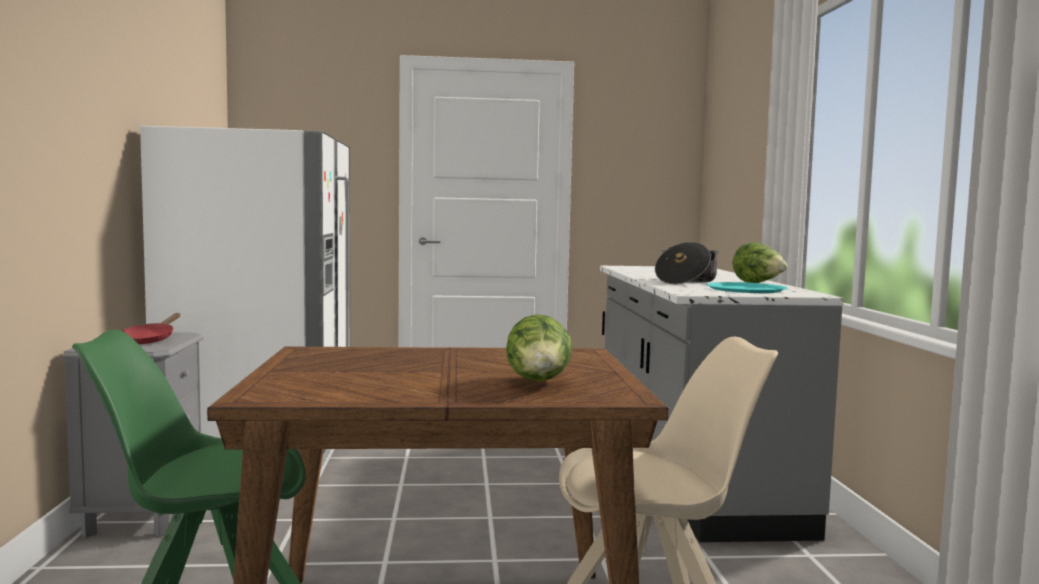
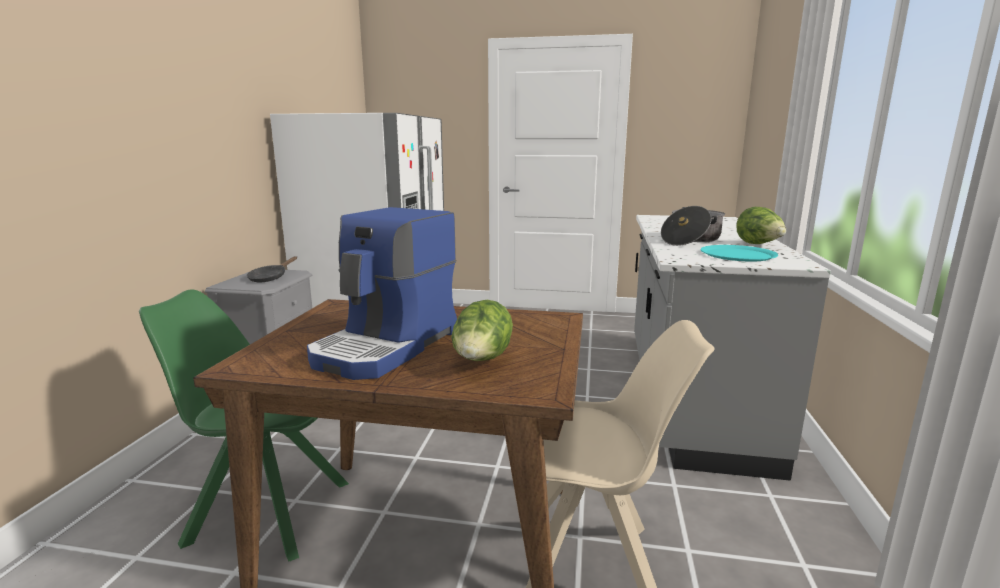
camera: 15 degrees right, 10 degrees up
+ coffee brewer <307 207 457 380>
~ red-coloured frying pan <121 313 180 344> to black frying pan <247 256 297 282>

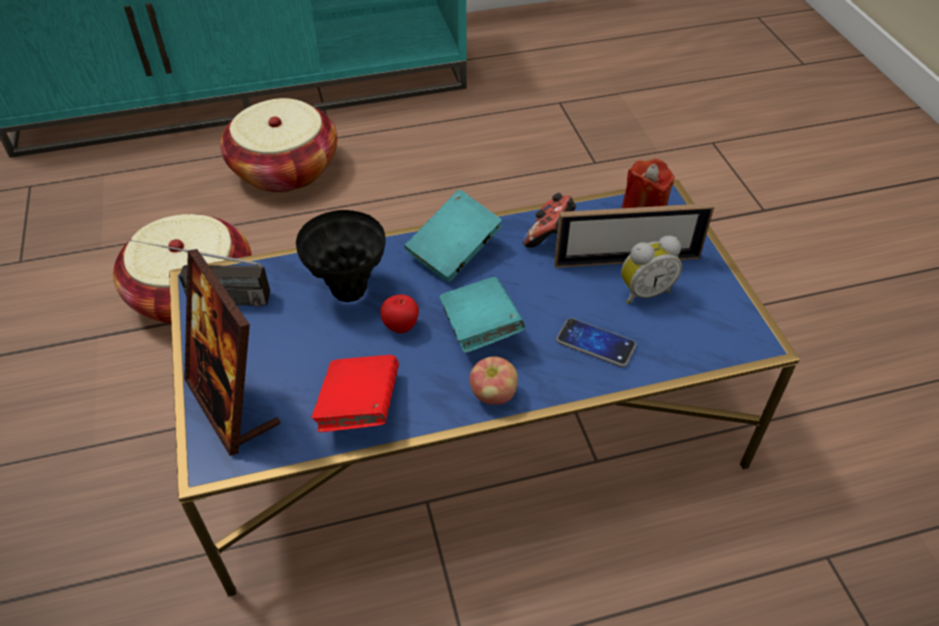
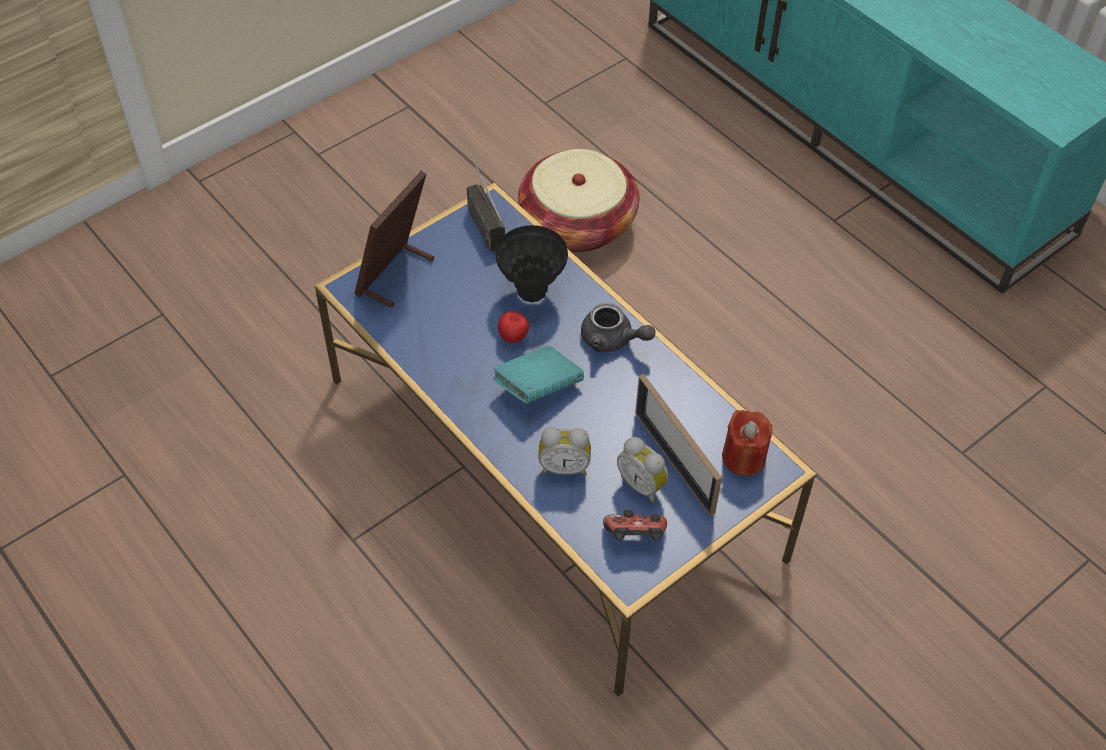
camera: 65 degrees right, 5 degrees up
- basket <220 98 337 193>
- red-coloured book <312 355 399 432>
- apple <469 356 518 405>
~ gamepad <523 193 576 248> to <603 510 667 541>
~ blue-green book <404 190 502 282> to greyish teapot <581 303 655 352>
~ handset <556 318 636 367> to table clock <538 427 591 475>

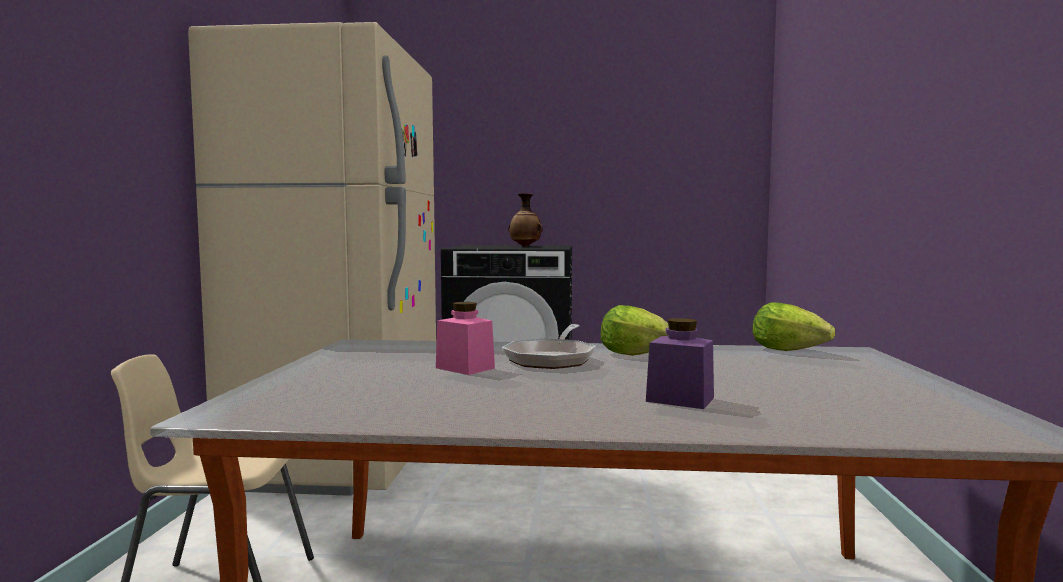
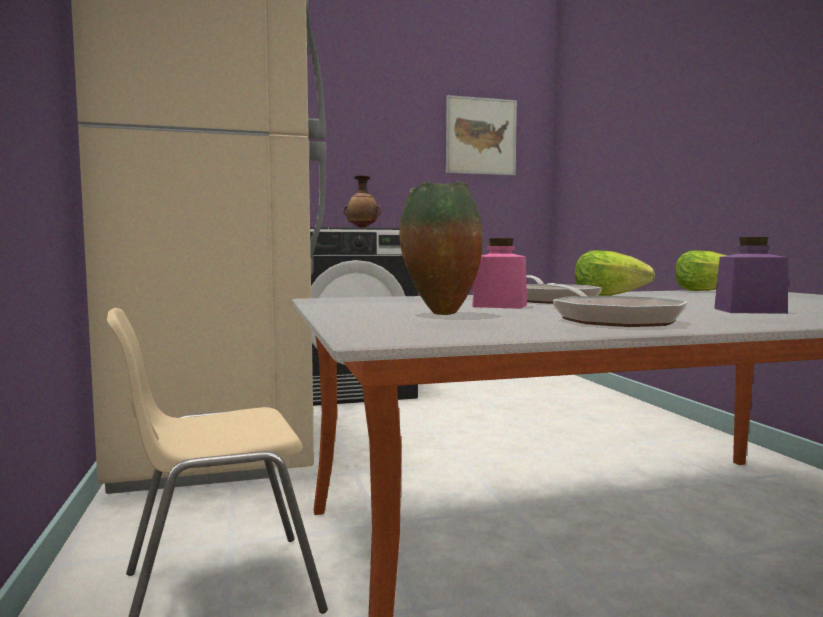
camera: 20 degrees left, 0 degrees up
+ flower vase <399 182 483 315>
+ wall art <446 95 517 175>
+ frying pan <546 283 687 327>

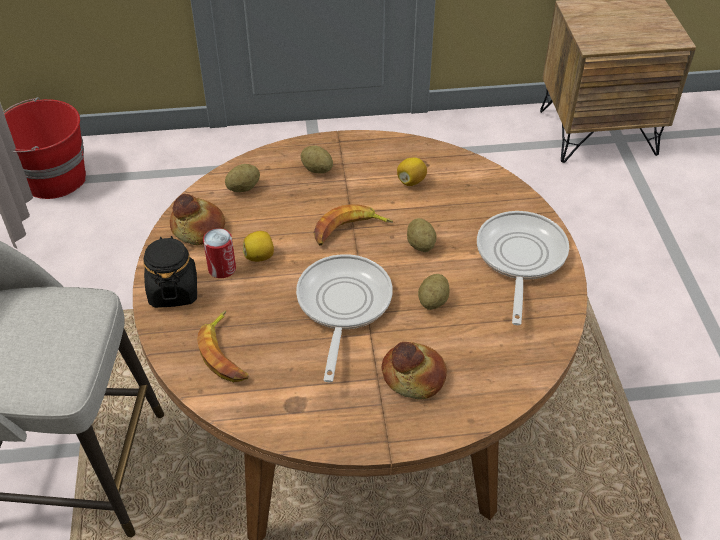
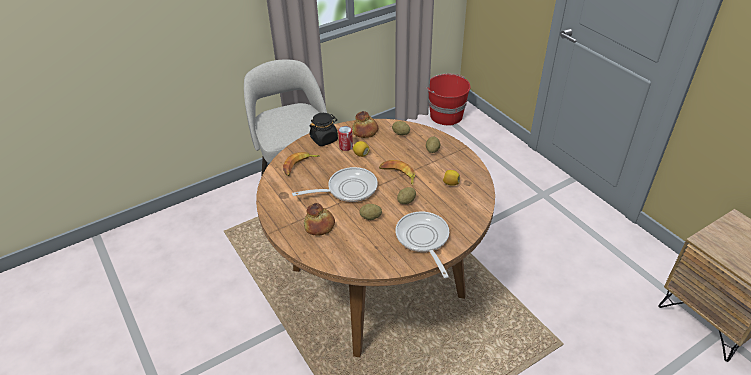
camera: 65 degrees right, 5 degrees down
~ frying pan <477 211 569 325> = <396 212 449 278> 90 degrees counterclockwise

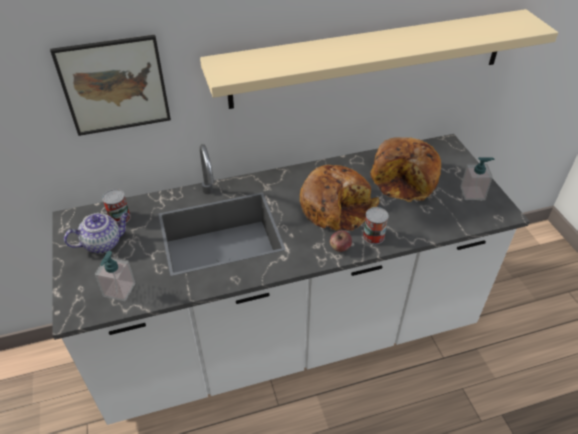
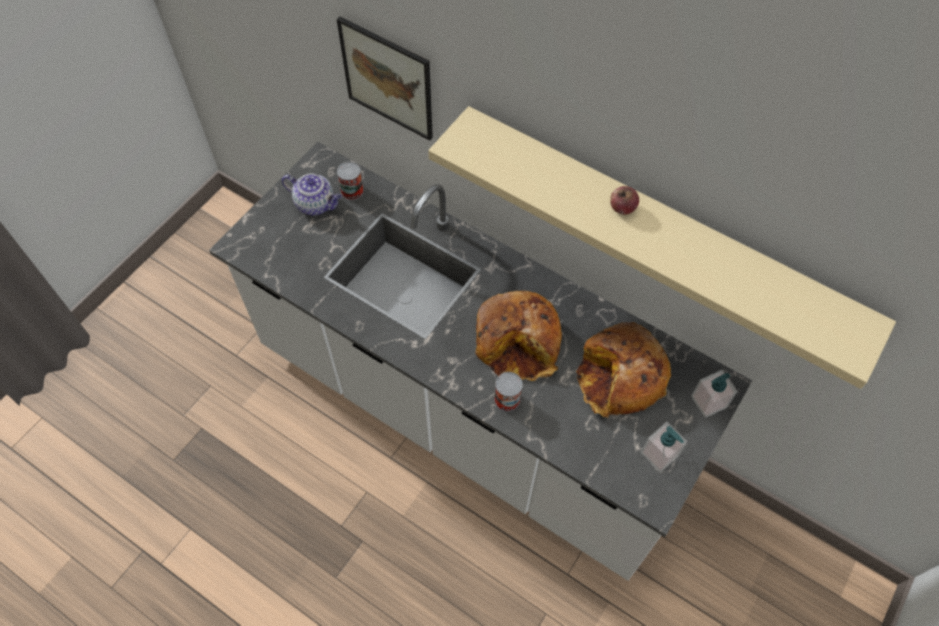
camera: 50 degrees right, 15 degrees up
~ liquid soap bottle <95 251 135 301> to <691 370 738 418>
~ apple <330 231 352 252> to <610 186 639 215>

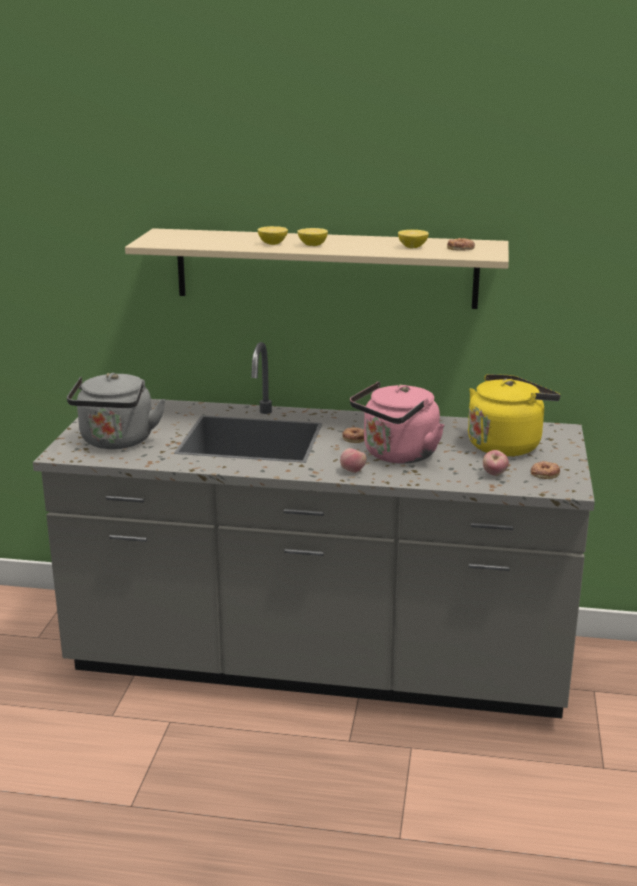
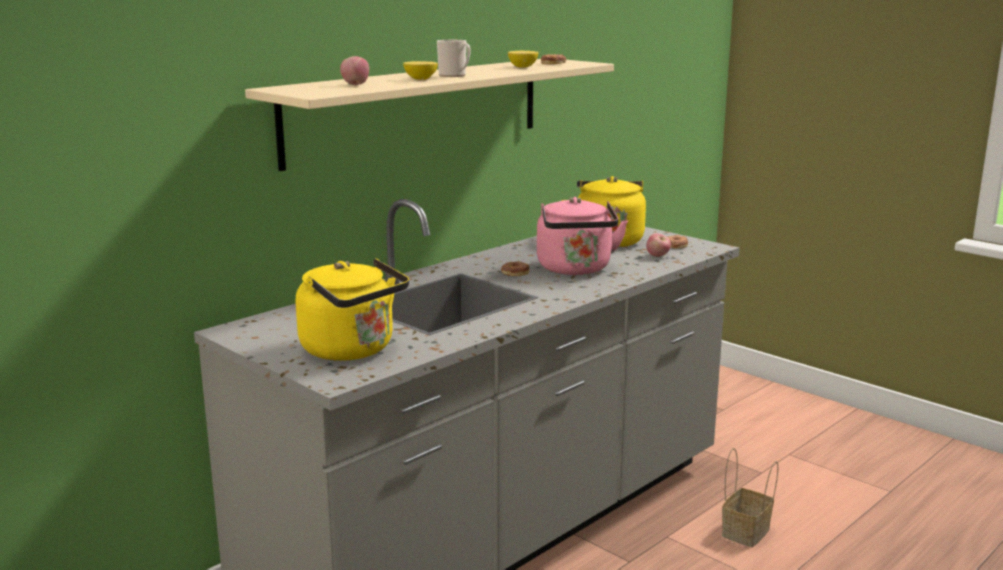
camera: 55 degrees left, 5 degrees down
+ basket <722 448 778 547>
~ apple <340 448 367 473> to <340 56 369 85>
~ lemon <297 228 328 246> to tea mug <437 40 471 77>
~ greyish tea kettle <67 373 166 449> to yellow-coloured tea kettle <296 258 409 361>

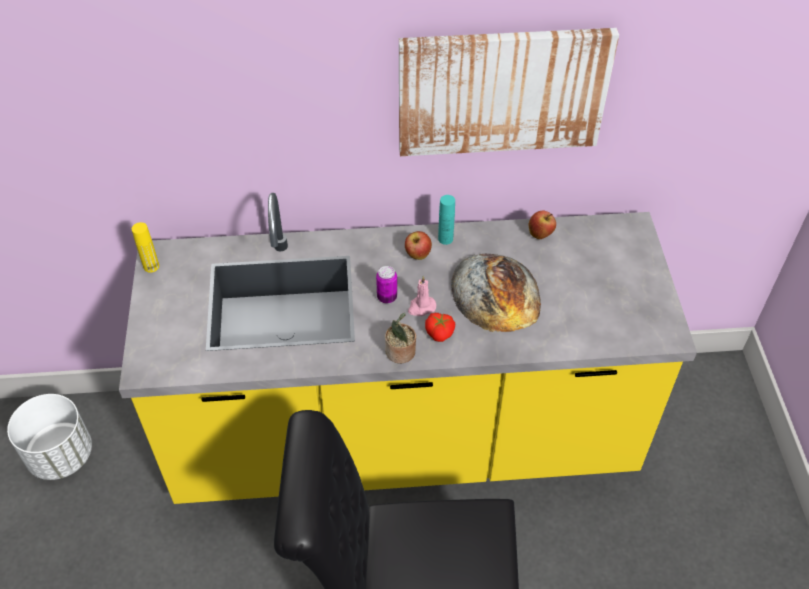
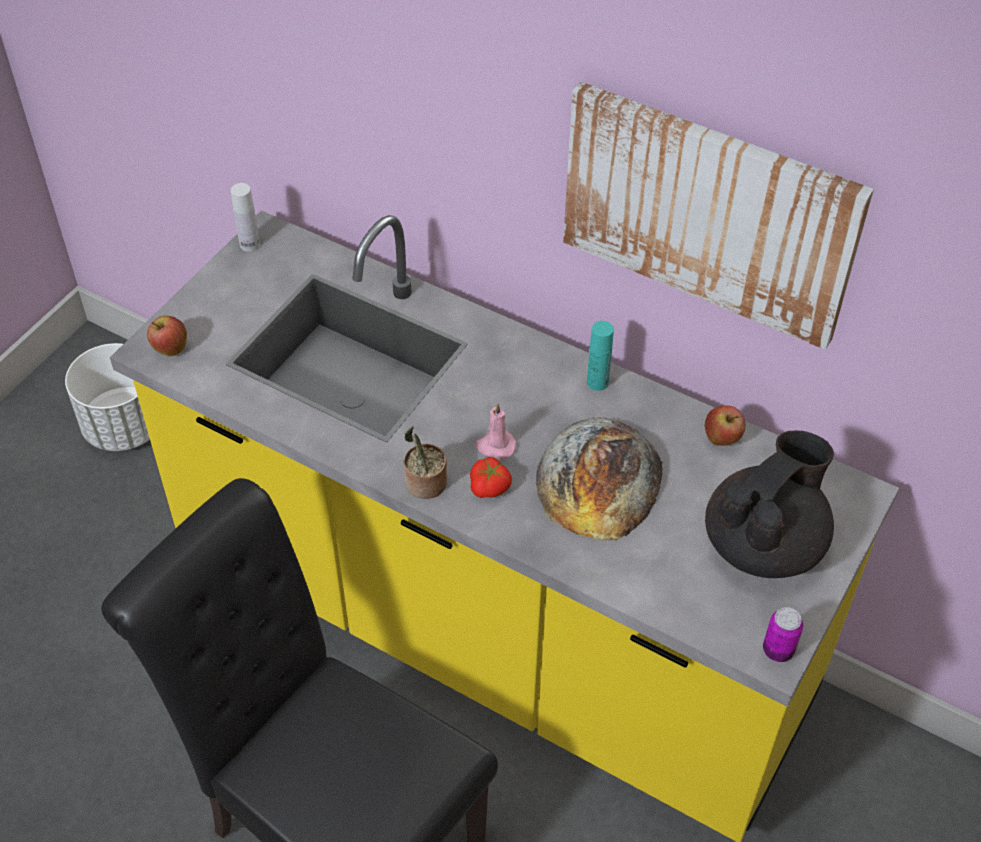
camera: 35 degrees right, 0 degrees up
+ black teapot <705 431 834 578>
~ can <376 266 397 303> to <763 607 803 662>
~ apple <405 231 432 260> to <147 316 187 356>
~ yellow-coloured beverage bottle <132 222 159 273> to white beverage bottle <231 183 260 252>

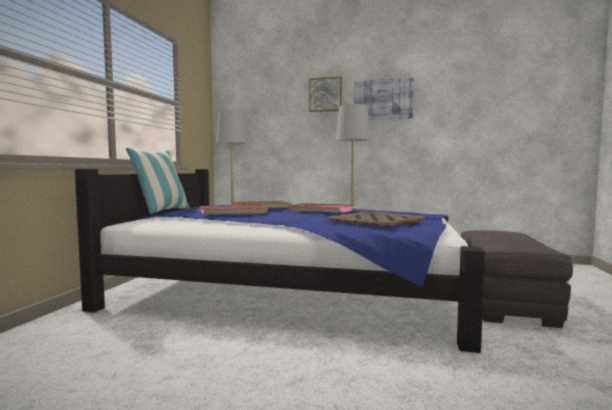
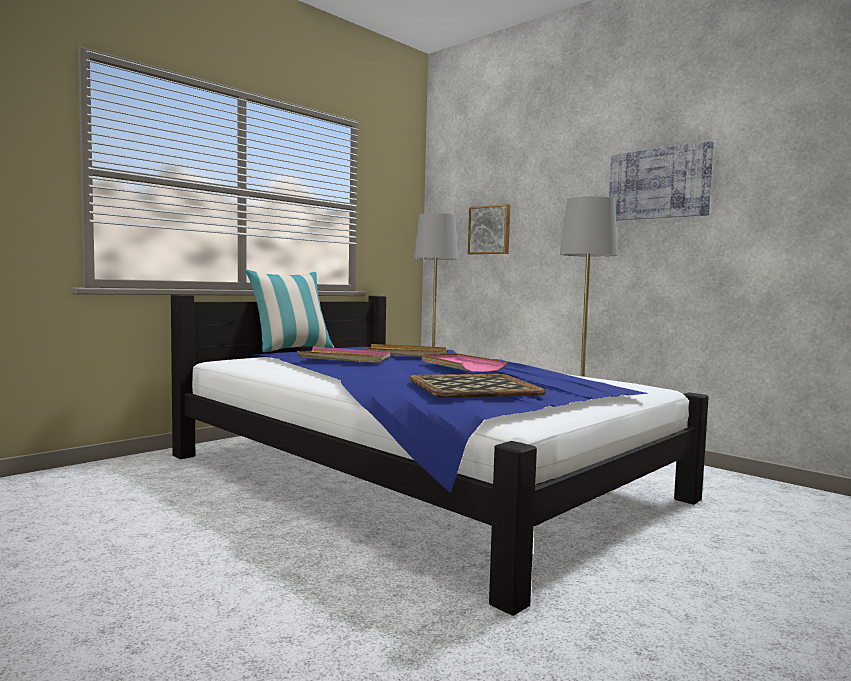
camera: 30 degrees right, 0 degrees up
- greyish footrest <461 230 573 328>
~ wall art <309 77 342 112> to <468 204 510 254>

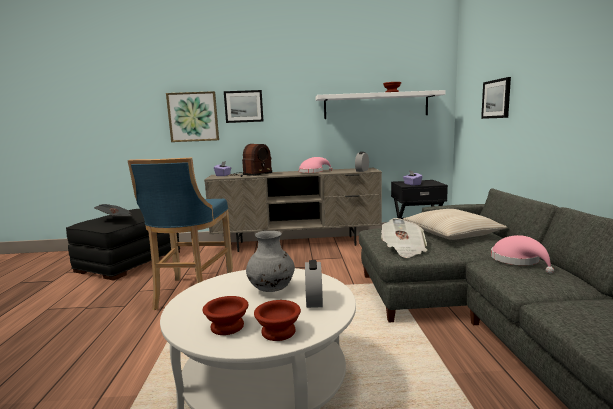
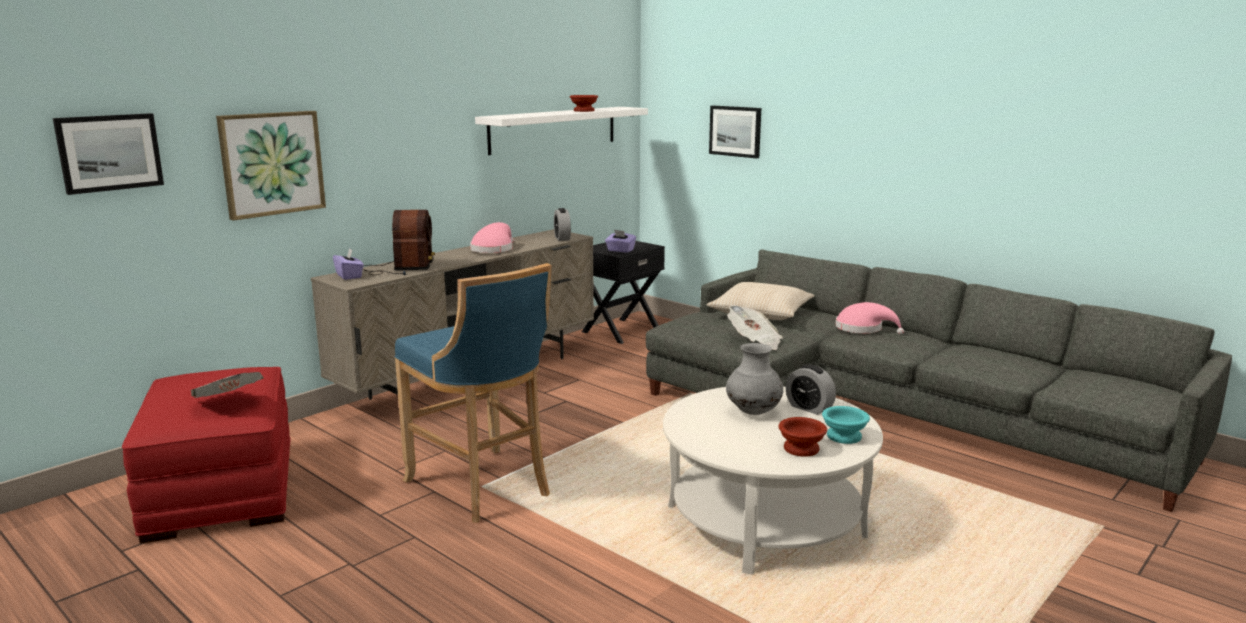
camera: 45 degrees left, 5 degrees up
~ wall art <224 90 264 123> to <53 113 164 195>
~ black footrest <66 209 180 281> to red-coloured footrest <122 367 291 544>
~ brownish bowl <254 300 301 341> to blue-green bowl <822 406 870 444>

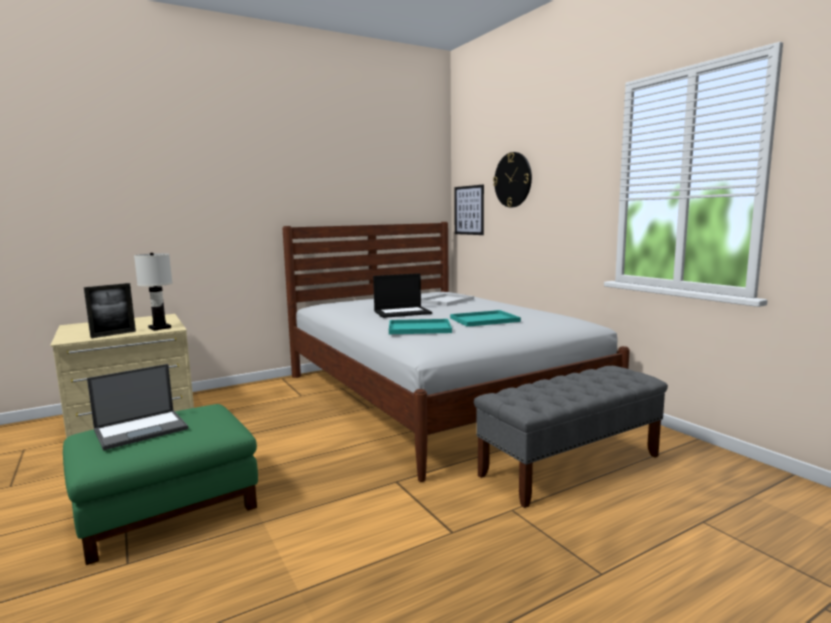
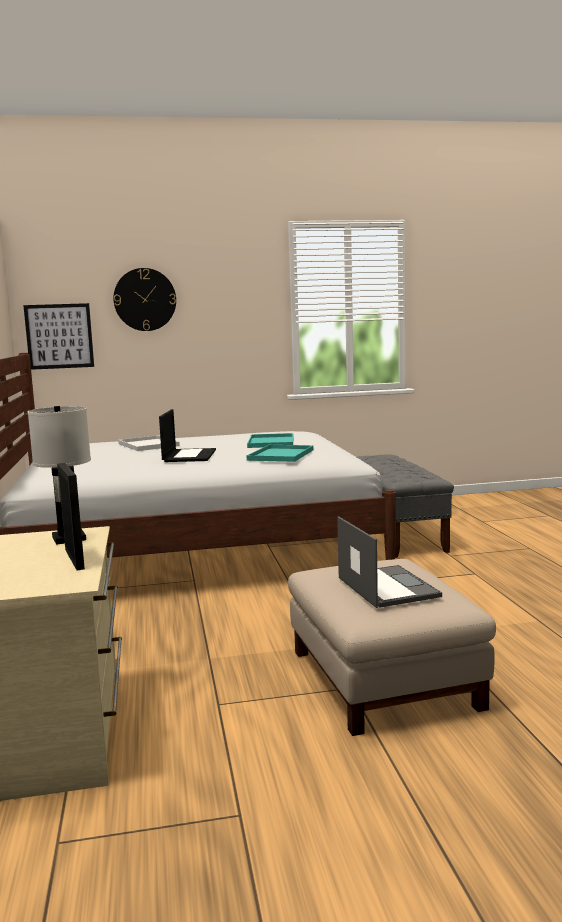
camera: 70 degrees left, 0 degrees up
~ green-coloured footrest <63 404 258 565> to beige-coloured footrest <288 559 496 736>

